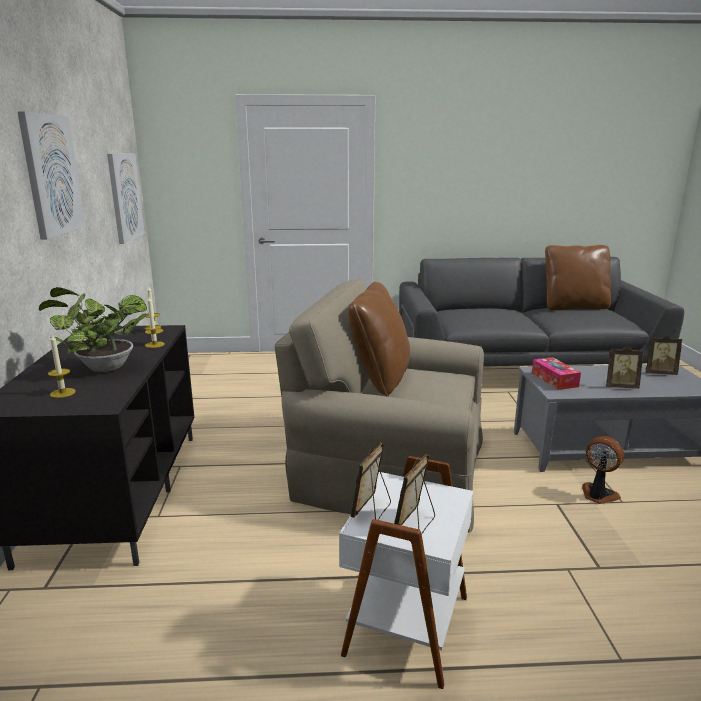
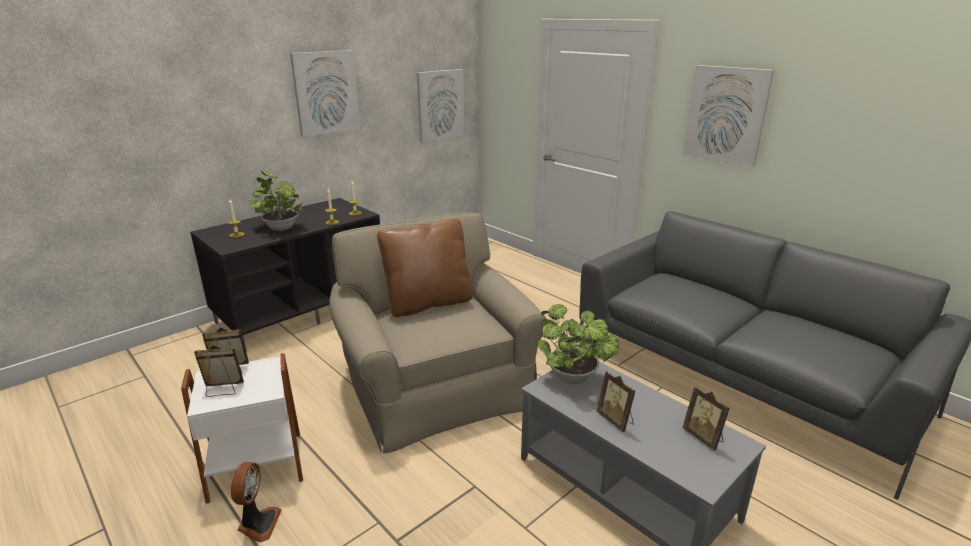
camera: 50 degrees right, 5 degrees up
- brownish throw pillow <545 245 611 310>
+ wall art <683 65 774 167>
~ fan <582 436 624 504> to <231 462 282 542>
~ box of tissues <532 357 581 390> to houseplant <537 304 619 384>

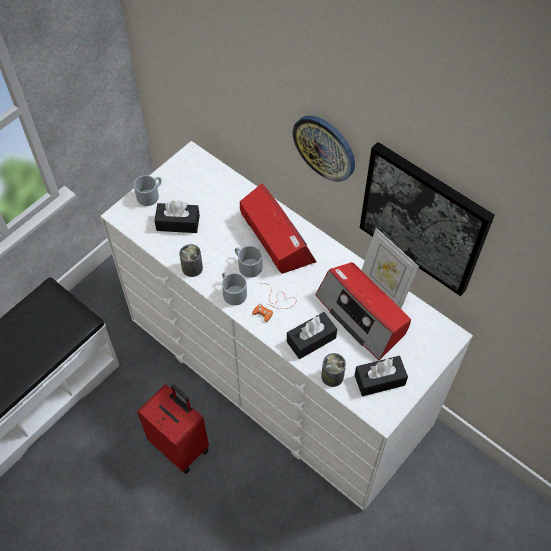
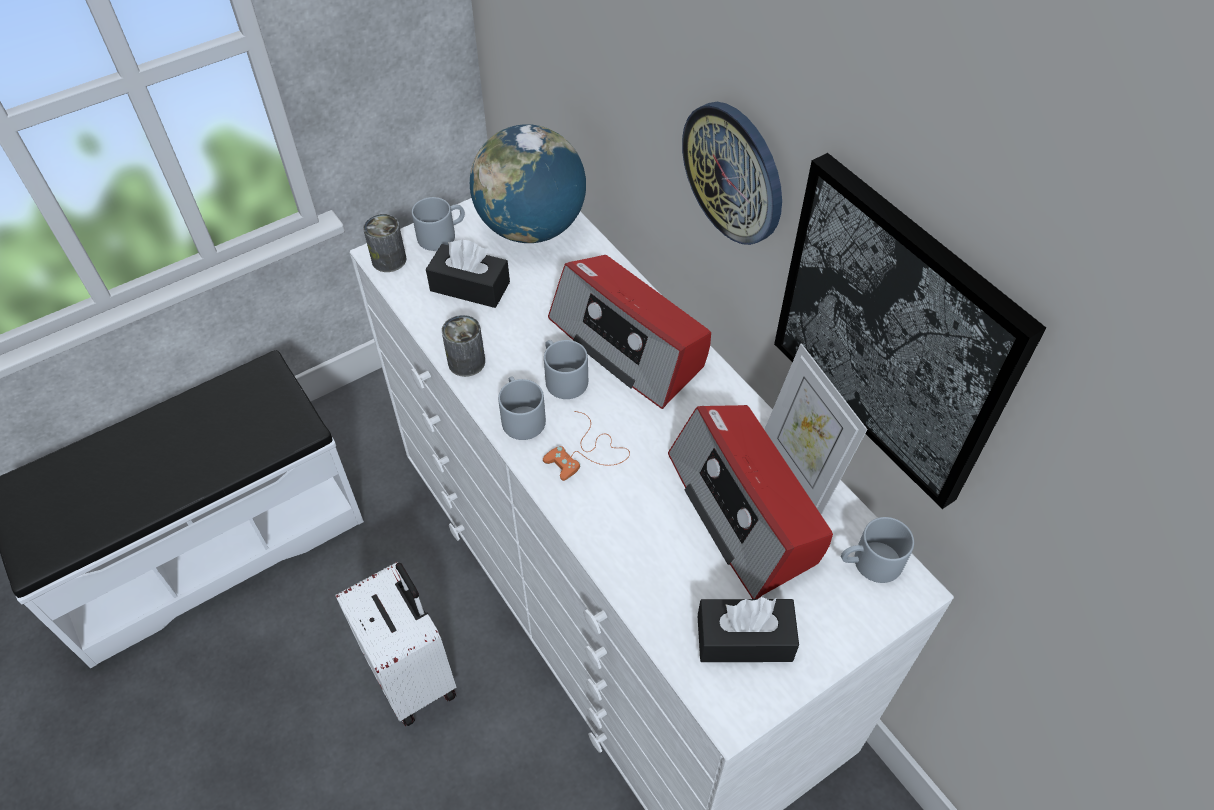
camera: 15 degrees right, 5 degrees down
- black box of tissues <287 312 337 359>
+ desk globe <470 124 586 243>
+ greyish tea mug <841 517 914 583>
~ can <321 353 346 387> to <363 214 407 272>
~ red-coloured suitcase <137 384 209 474> to white suitcase <336 562 457 726>
~ radio receiver <240 183 317 274> = <548 255 711 409> 150 degrees clockwise

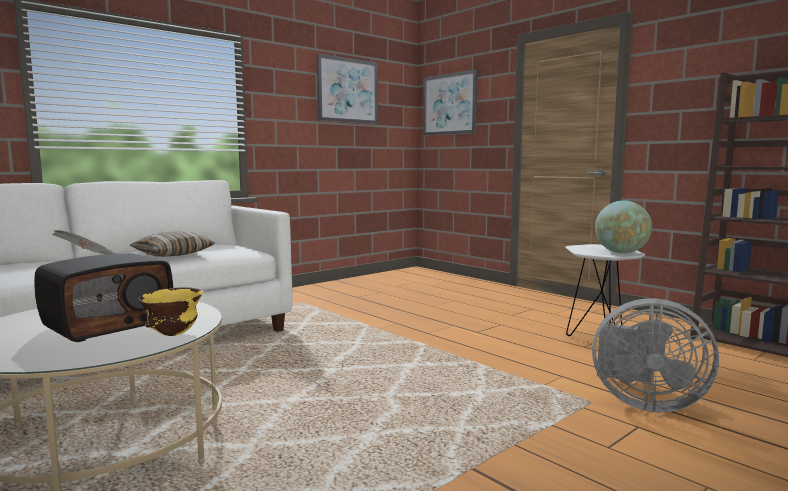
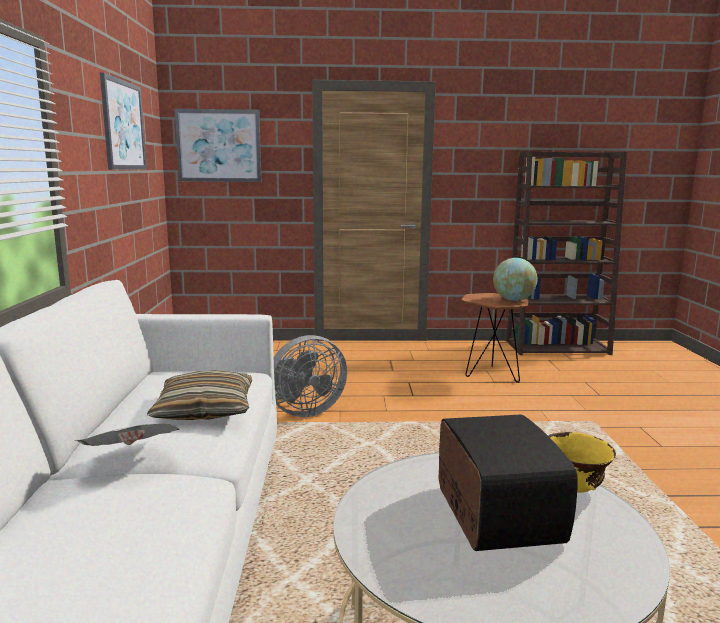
camera: 50 degrees left, 5 degrees up
~ greyish fan <592 298 719 413> to <274 335 347 417>
~ white side table <565 244 645 336> to brownish side table <462 293 529 383>

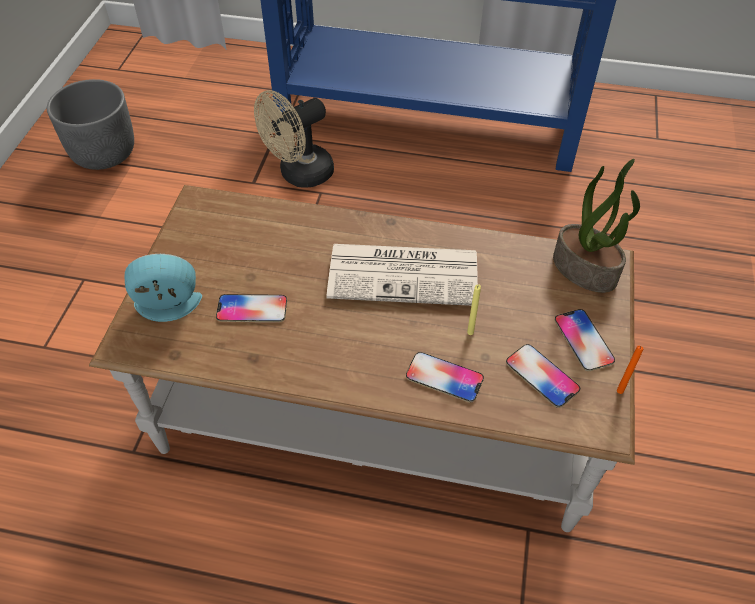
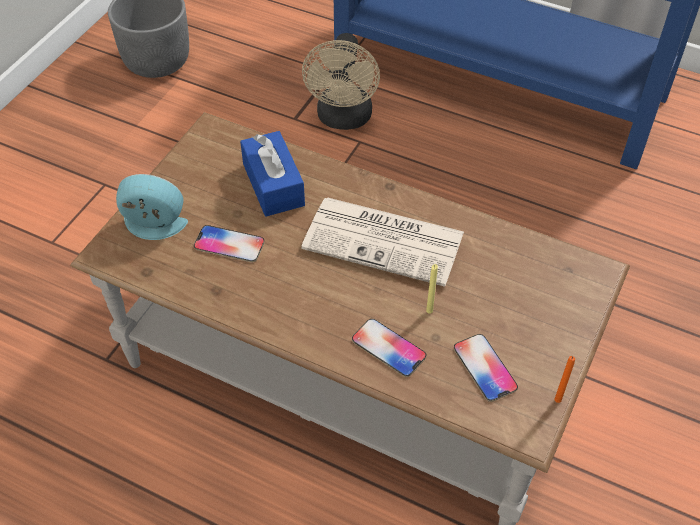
camera: 15 degrees right, 0 degrees up
- houseplant <553 159 640 293>
- handset <555 309 615 371>
+ blue box of tissues <240 131 305 216>
~ beige-coloured fan <254 90 334 188> = <302 33 380 130> 60 degrees counterclockwise

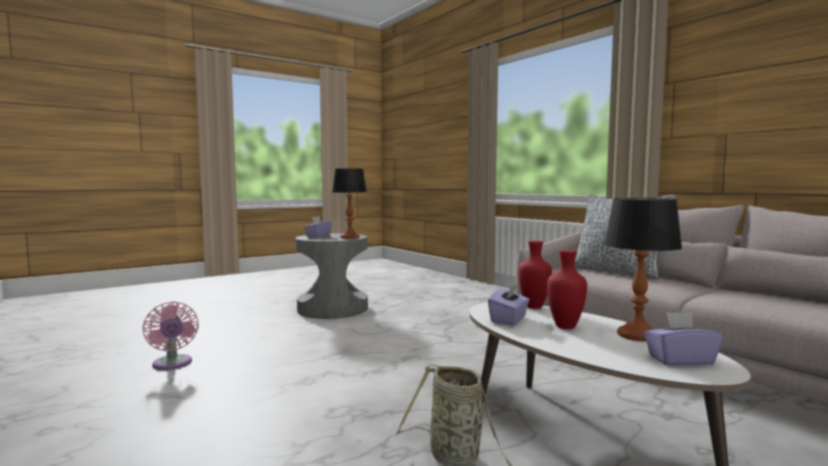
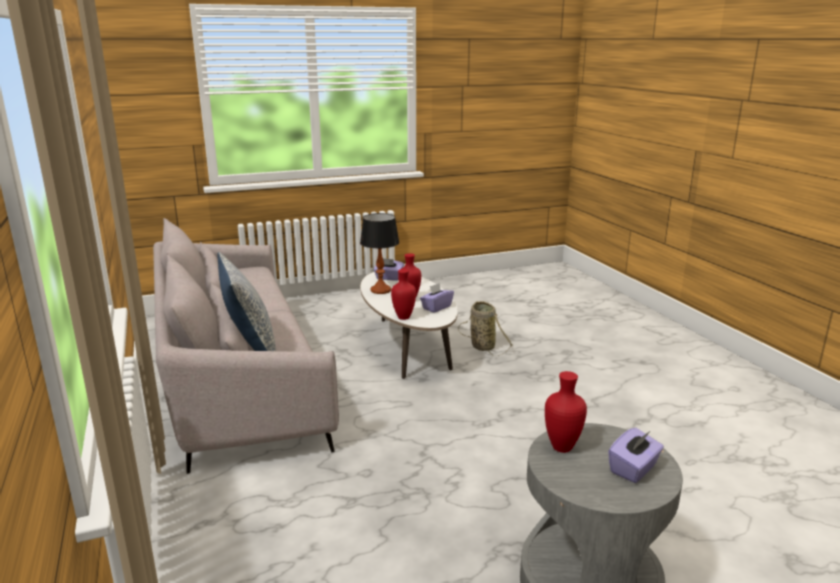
camera: 165 degrees left, 15 degrees up
- pink-coloured fan <142 301 199 370>
~ tabletop lamp <332 168 367 239> to red-coloured flower vase <545 371 587 453>

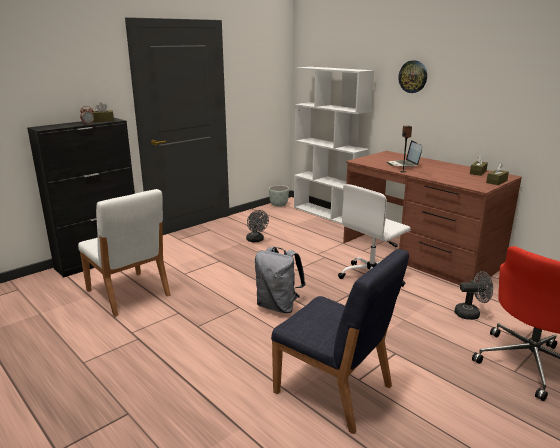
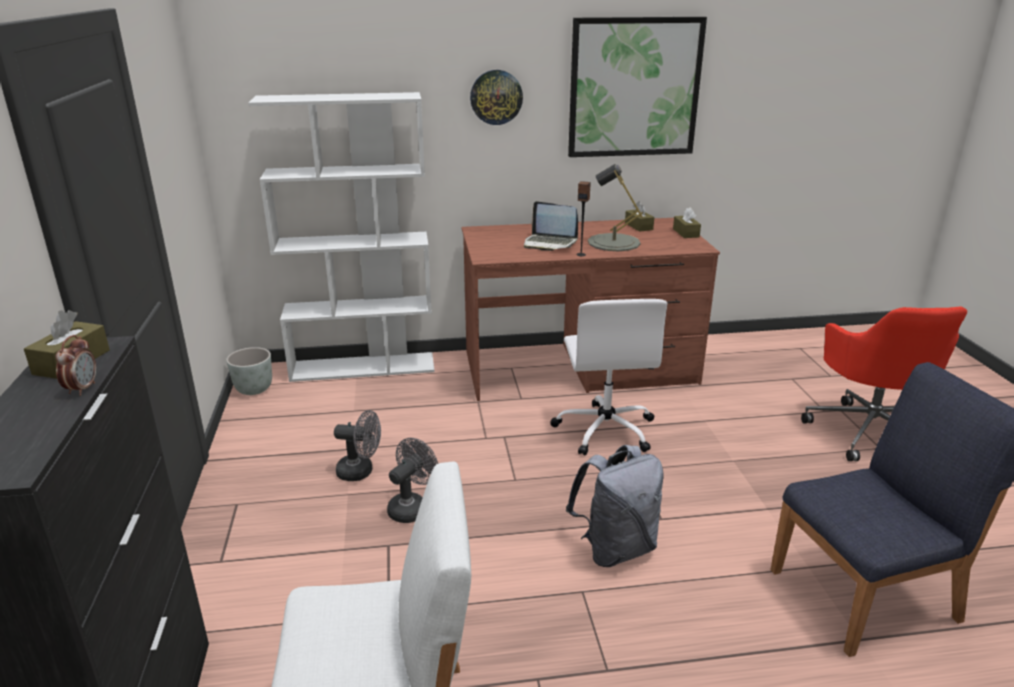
camera: 55 degrees left, 5 degrees up
+ wall art <568 17 707 157>
+ greyish tabletop lamp <588 164 643 251>
~ greyish fan <455 271 493 320> to <387 438 438 523>

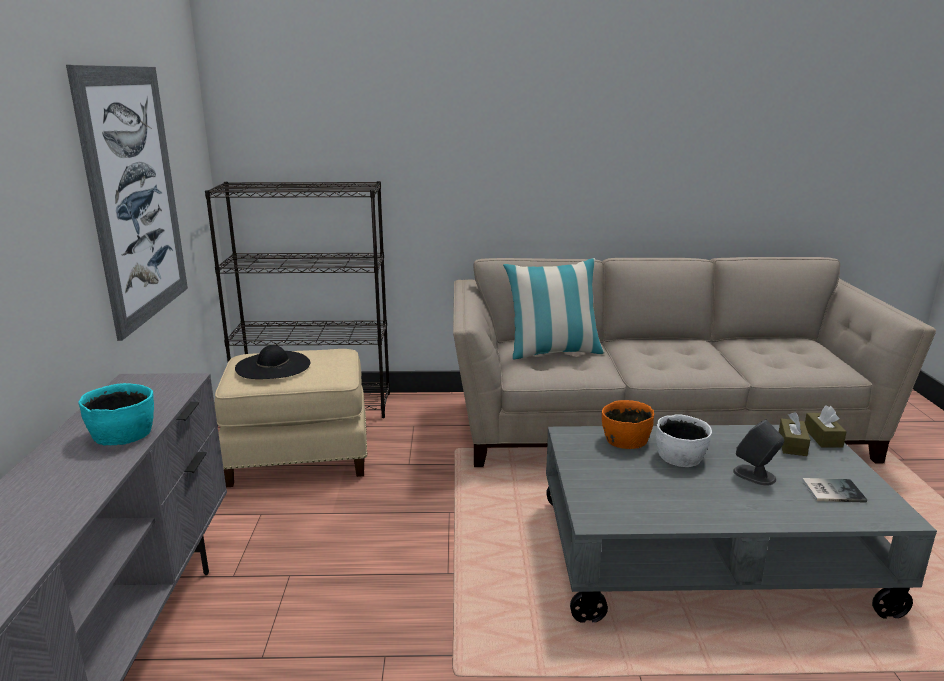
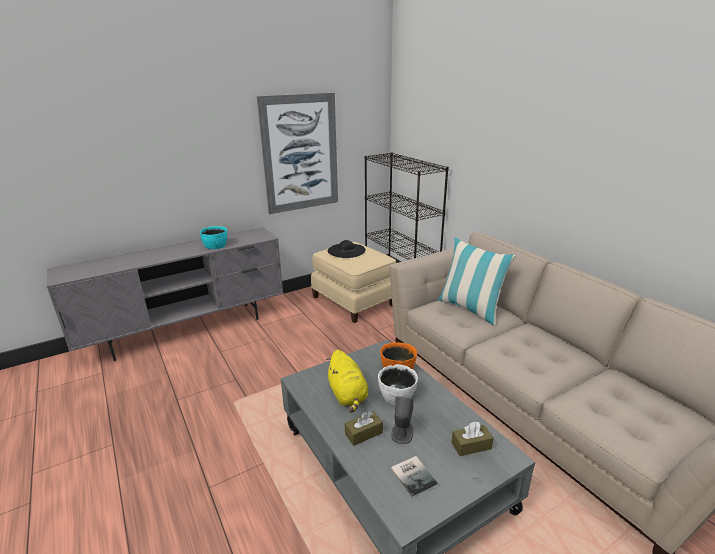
camera: 60 degrees right, 5 degrees up
+ yellow-coloured cuddly toy <326 350 368 413>
~ brownish box of tissues <805 405 847 448> to <345 411 383 446>

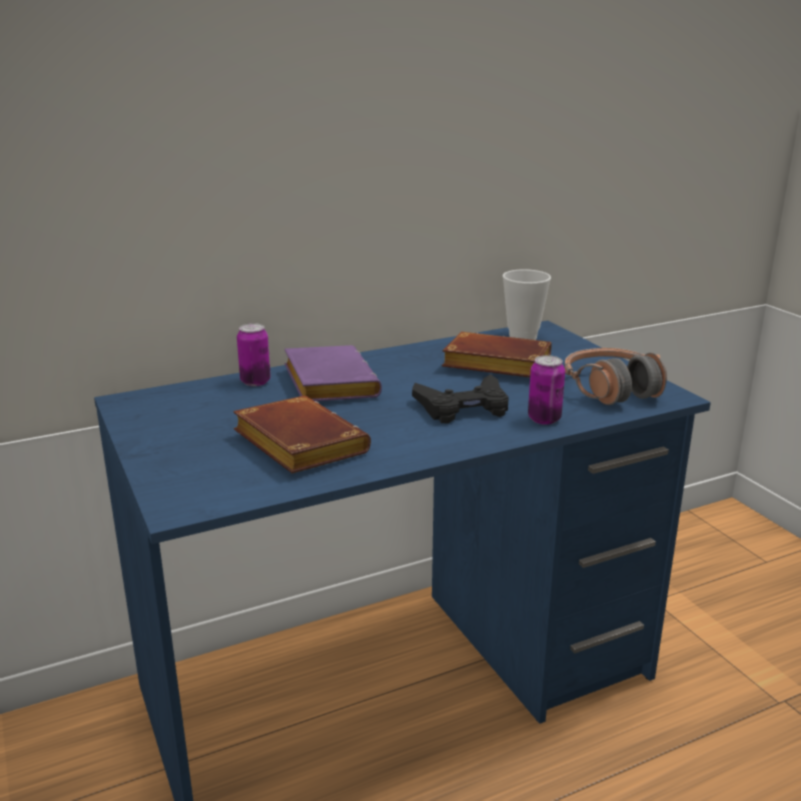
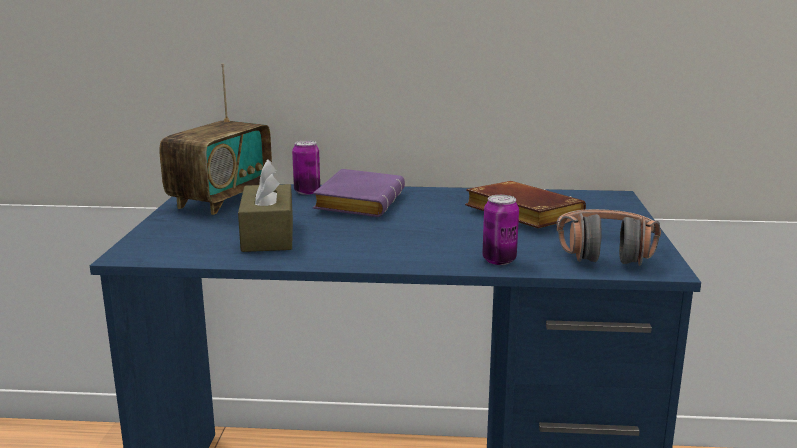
camera: 30 degrees right, 5 degrees down
- black gamepad <412 374 509 423>
- small cup <503 269 551 340>
+ radio receiver <159 64 272 215>
~ brownish book <233 396 371 473> to brownish box of tissues <238 159 293 252>

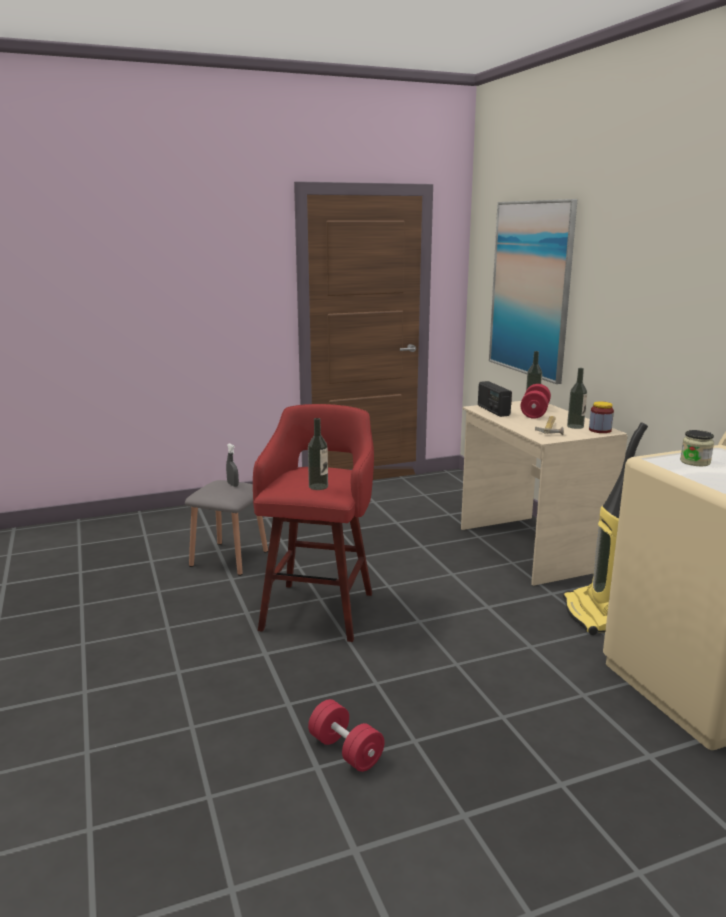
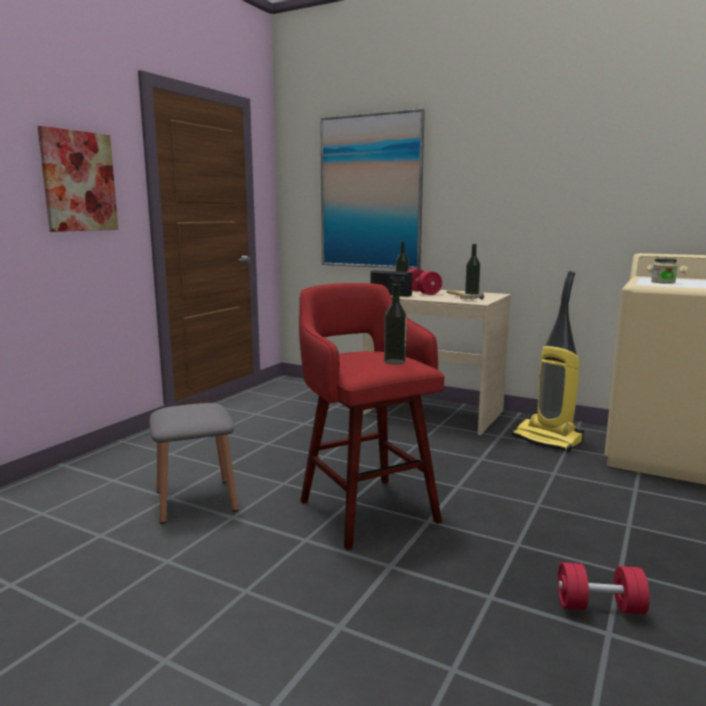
camera: 40 degrees left, 5 degrees down
- greyish hand sprayer <226 443 239 487>
- storage jar <589 401 614 433>
+ wall art <37 126 118 232>

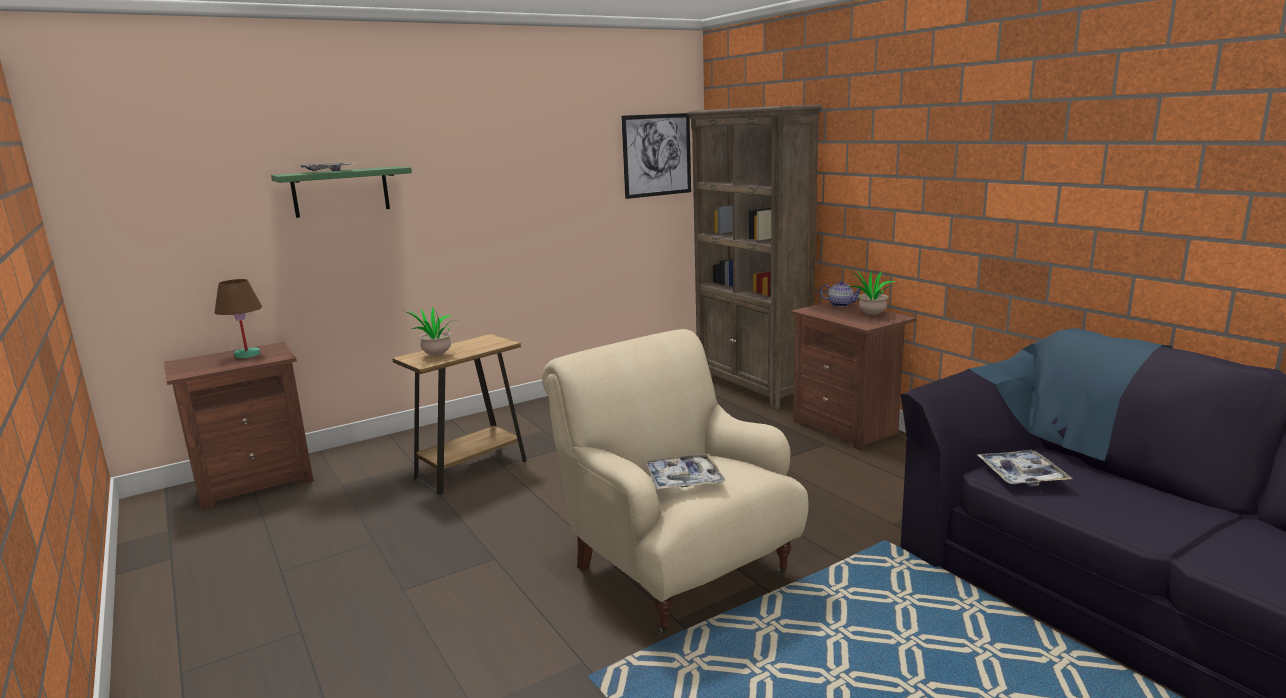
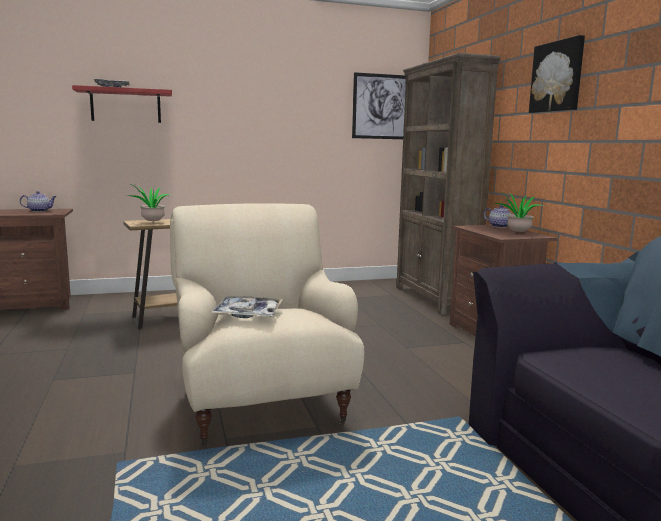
camera: 15 degrees right, 5 degrees down
- serving tray <977 450 1072 487>
+ wall art <529 35 585 113>
~ brownish tabletop lamp <214 279 262 358> to teapot <20 191 57 212>
~ green-coloured shelf <271 166 412 218> to red-coloured shelf <72 85 172 123>

